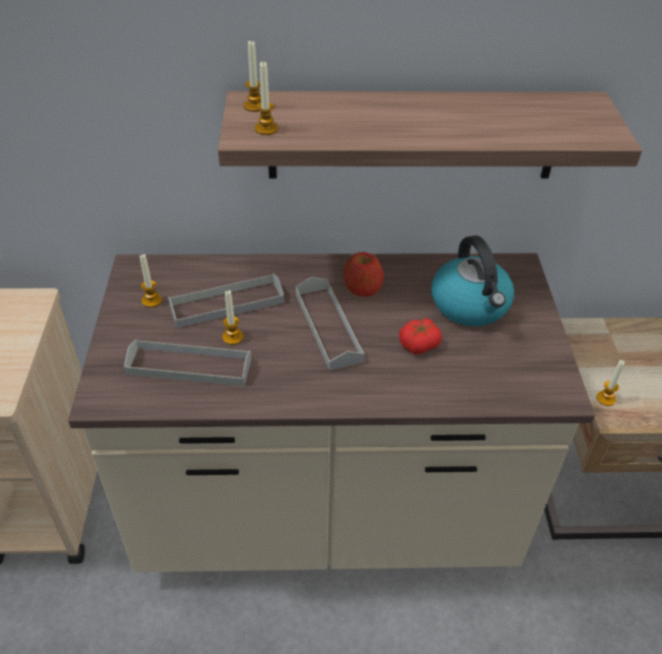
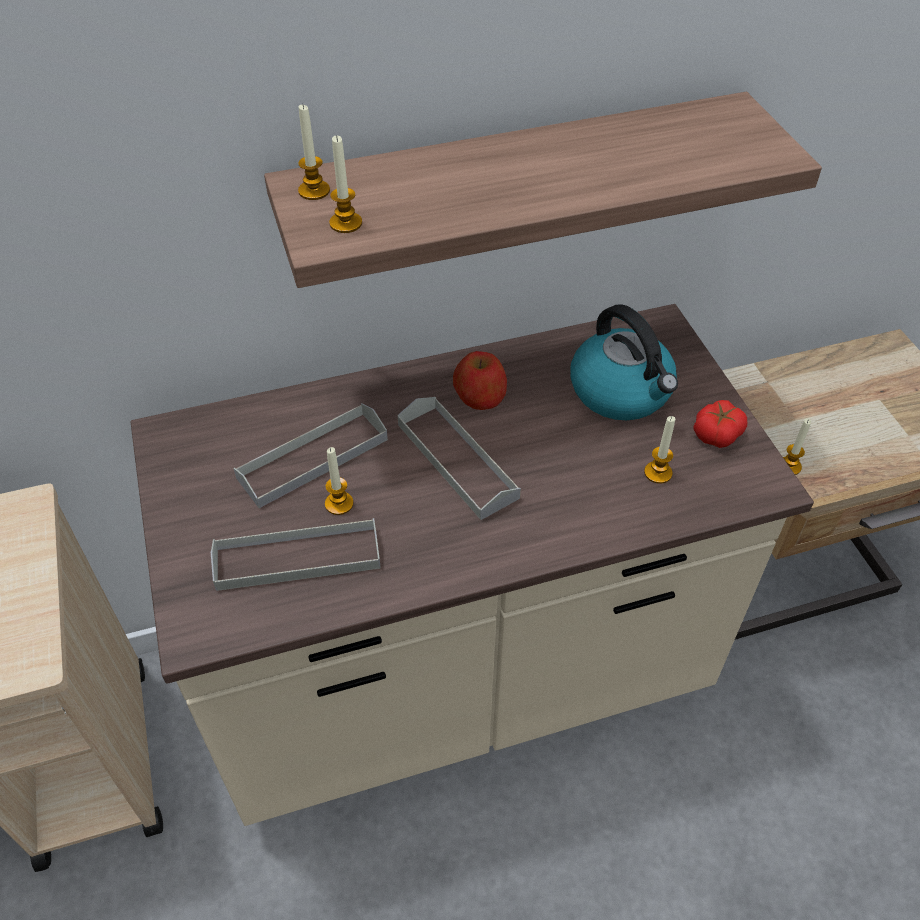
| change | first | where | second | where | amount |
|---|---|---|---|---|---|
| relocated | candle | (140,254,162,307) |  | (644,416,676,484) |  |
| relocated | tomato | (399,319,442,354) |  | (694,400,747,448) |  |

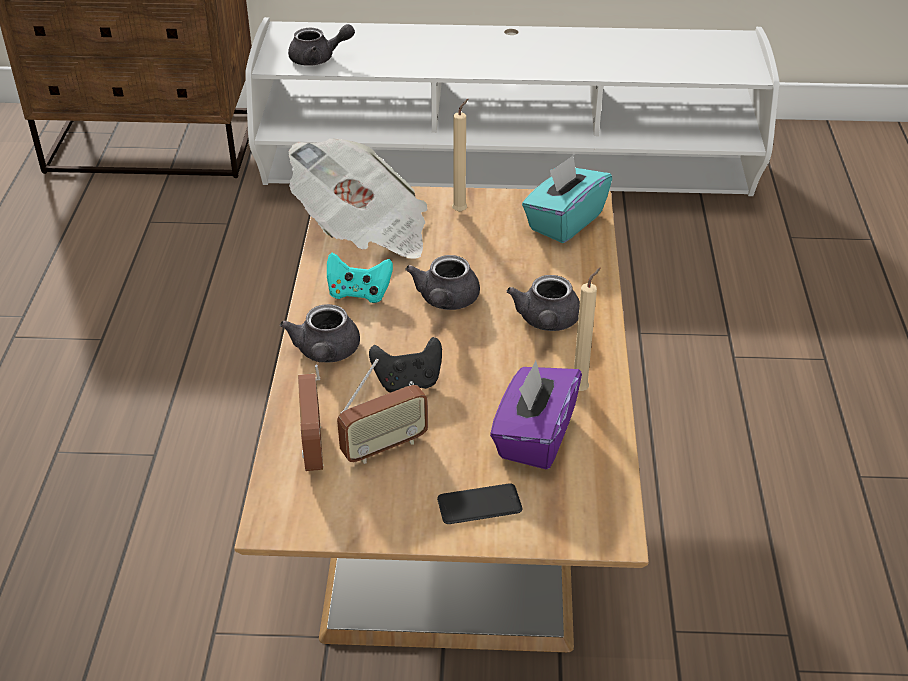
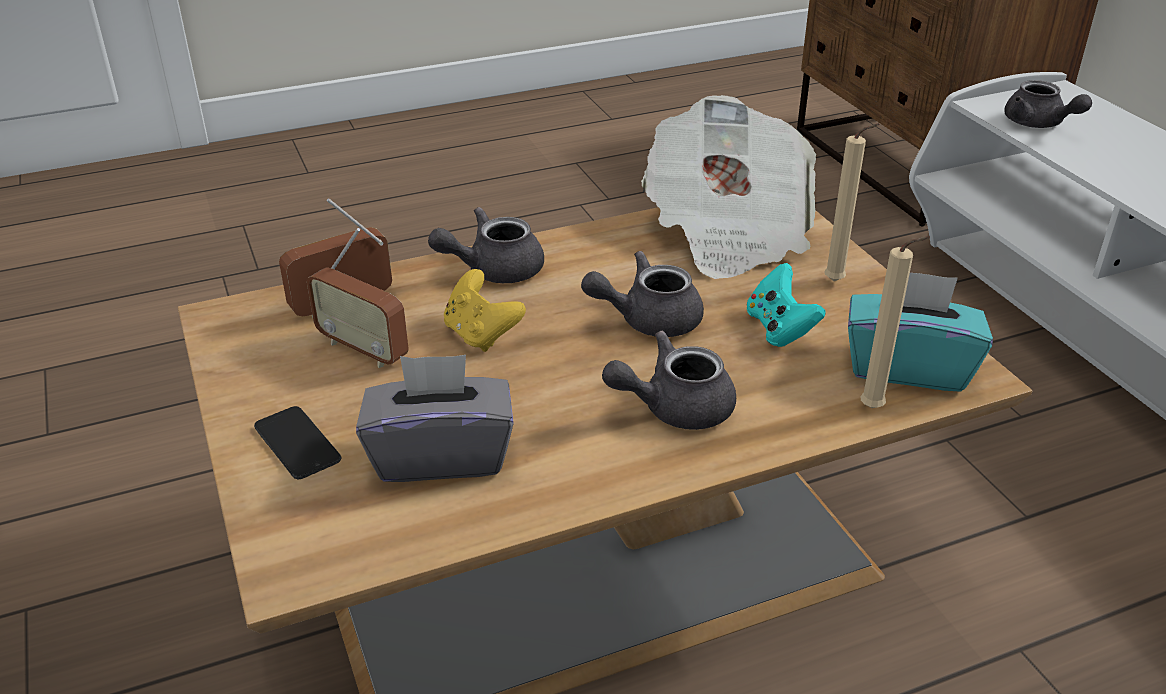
| change | first | where | second | where | amount |
|---|---|---|---|---|---|
| relocated | turquoise game controller | (327,253,393,303) |  | (747,263,826,347) |  |
| relocated | beige candle | (574,268,600,391) |  | (860,236,930,408) |  |
| colour | black game controller | (369,337,442,392) | yellow game controller | (444,269,526,352) |  |
| colour | purple tissue box | (490,360,582,470) | grey tissue box | (356,355,514,482) |  |

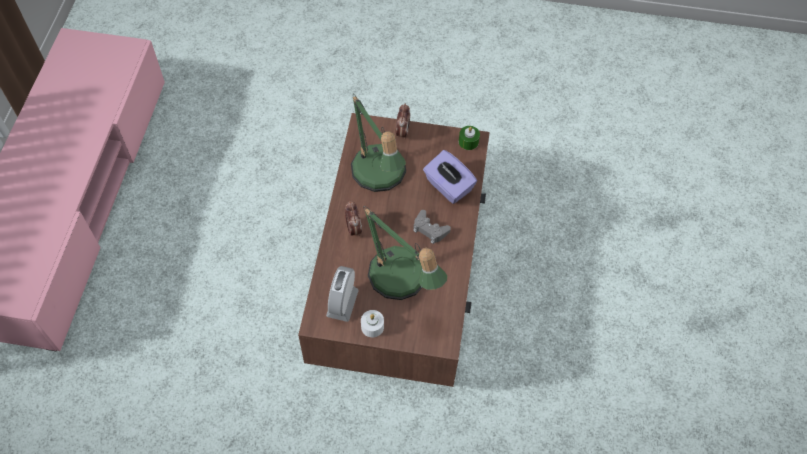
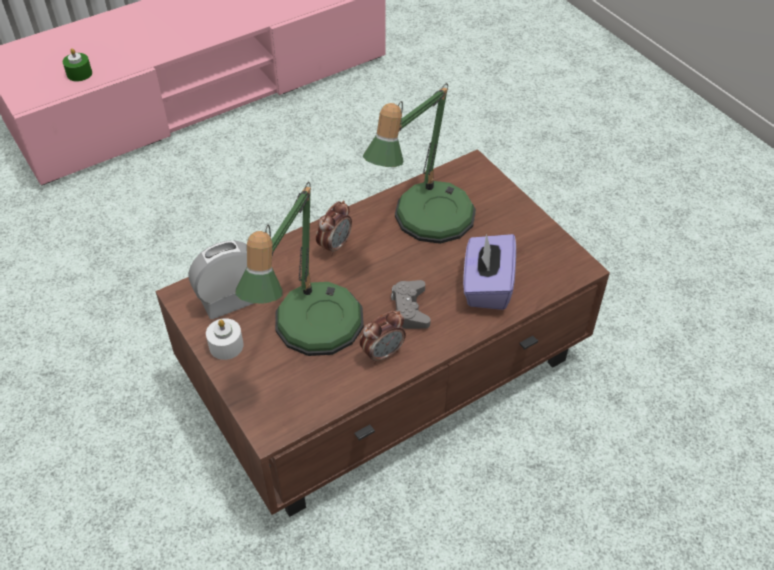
| change | first | where | second | where | amount |
|---|---|---|---|---|---|
| relocated | alarm clock | (396,104,410,139) |  | (360,311,406,364) |  |
| relocated | green candle | (459,126,480,150) |  | (63,48,92,81) |  |

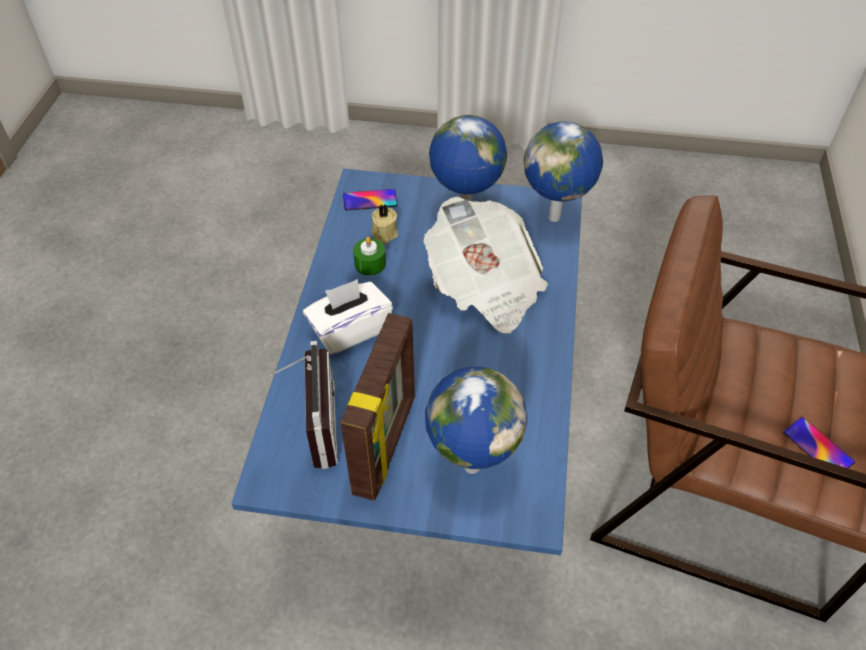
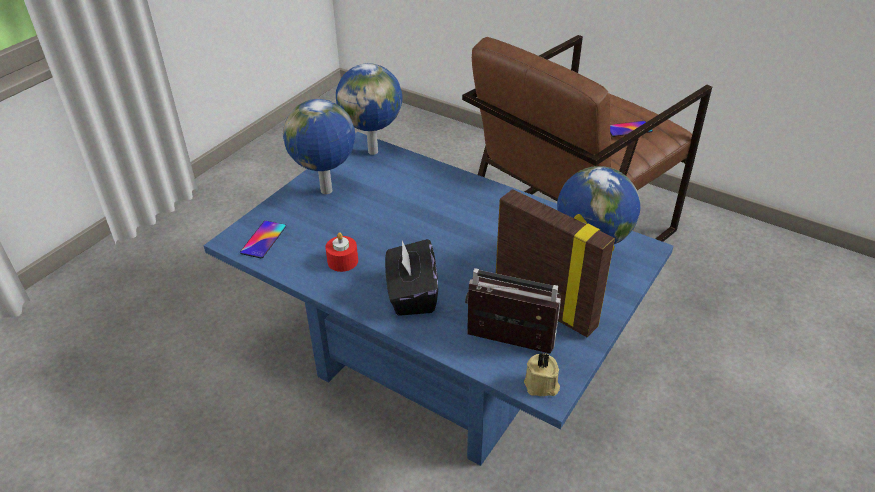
| change | first | where | second | where | amount |
|---|---|---|---|---|---|
| missing | newspaper | (424,196,548,333) |  |  |  |
| relocated | beige candle | (371,205,398,244) |  | (524,353,560,396) |  |
| colour | white tissue box | (303,279,393,355) | black tissue box | (385,239,438,316) |  |
| colour | green candle | (353,237,386,276) | red candle | (325,233,358,272) |  |

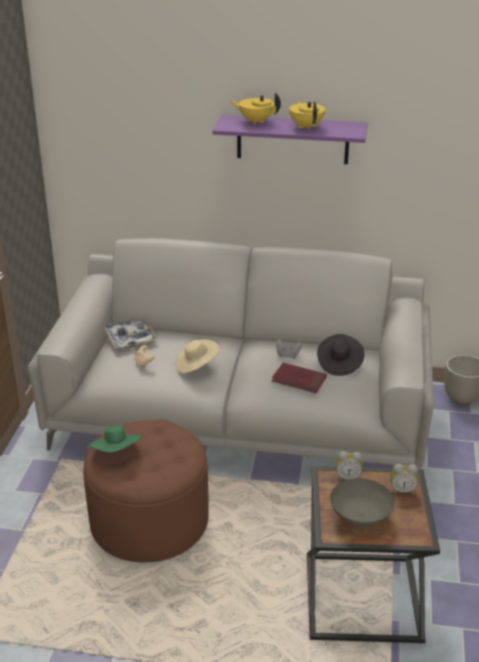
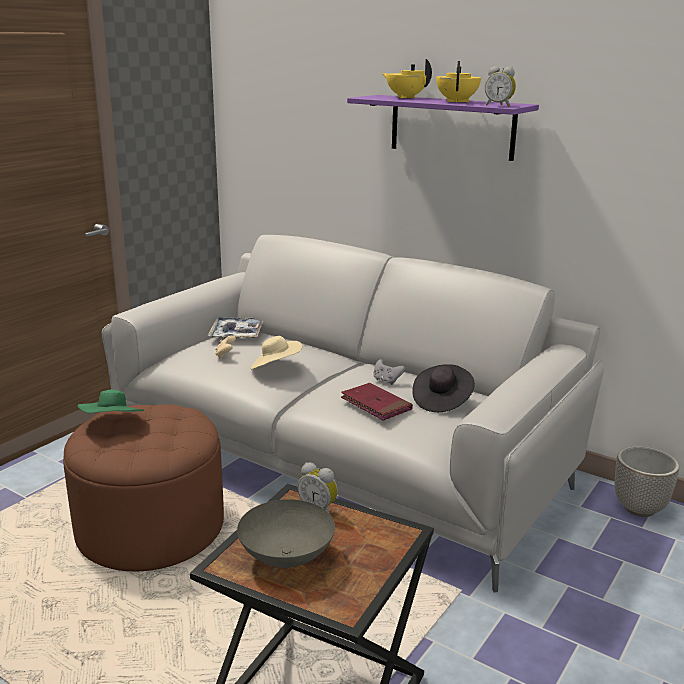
| change | first | where | second | where | amount |
|---|---|---|---|---|---|
| relocated | alarm clock | (390,464,418,494) |  | (485,66,516,107) |  |

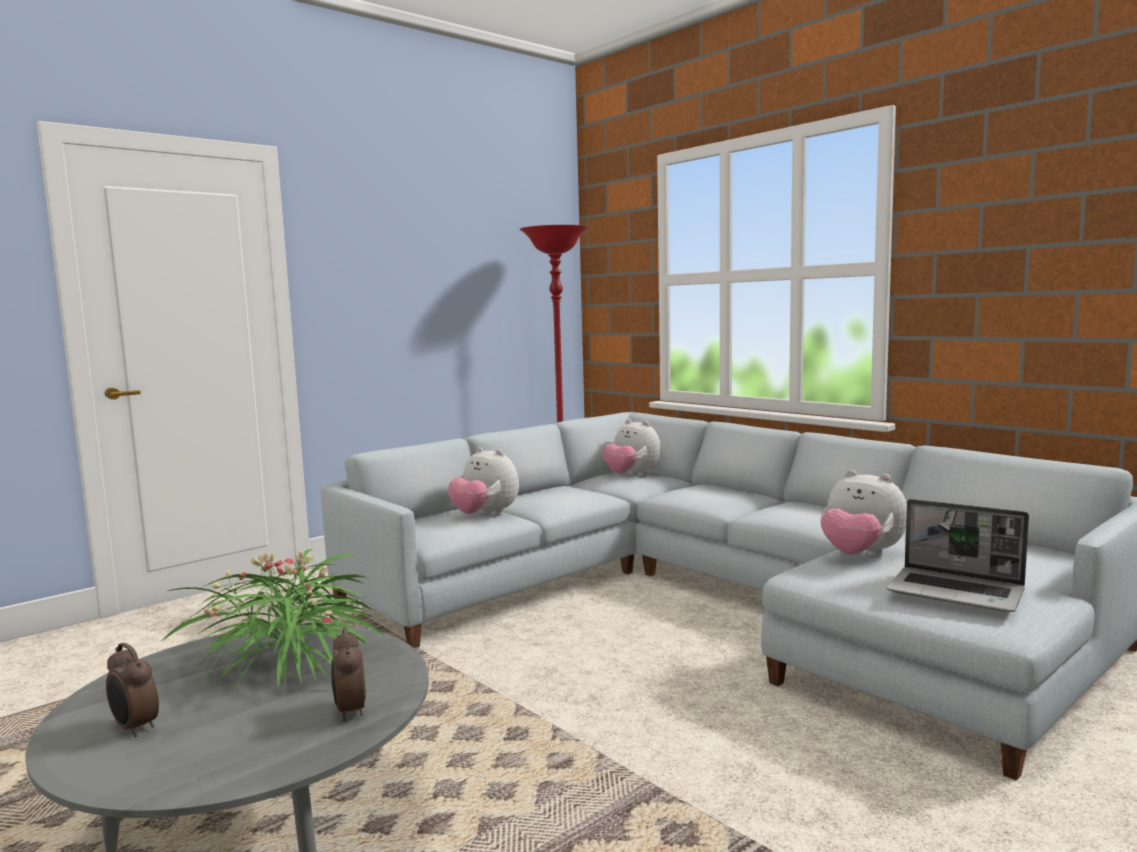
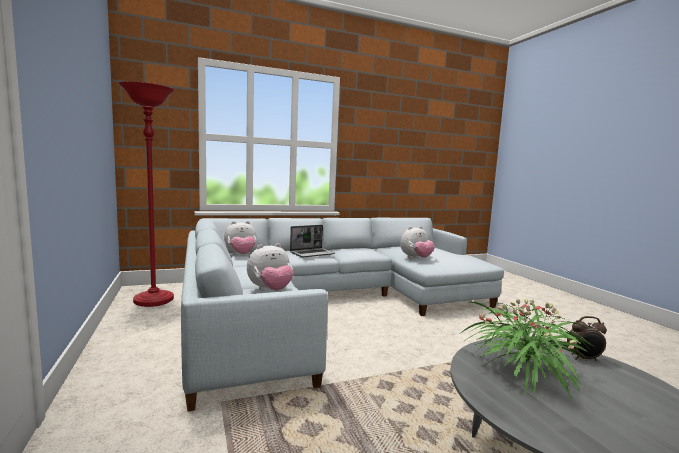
| change | first | where | second | where | amount |
|---|---|---|---|---|---|
| missing | alarm clock | (106,643,159,737) |  |  |  |
| relocated | laptop | (887,499,1029,612) |  | (290,225,335,258) |  |

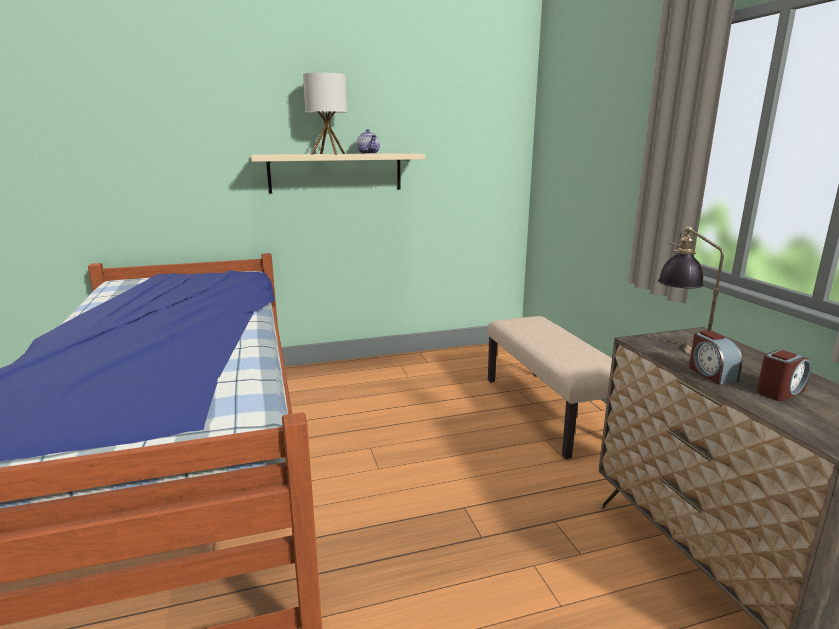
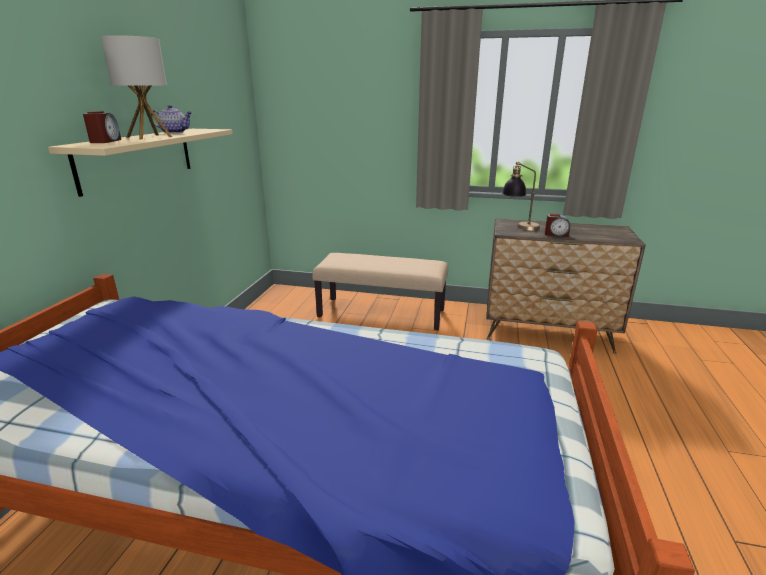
| change | first | where | second | where | amount |
|---|---|---|---|---|---|
| relocated | alarm clock | (757,349,811,401) |  | (83,111,121,143) |  |

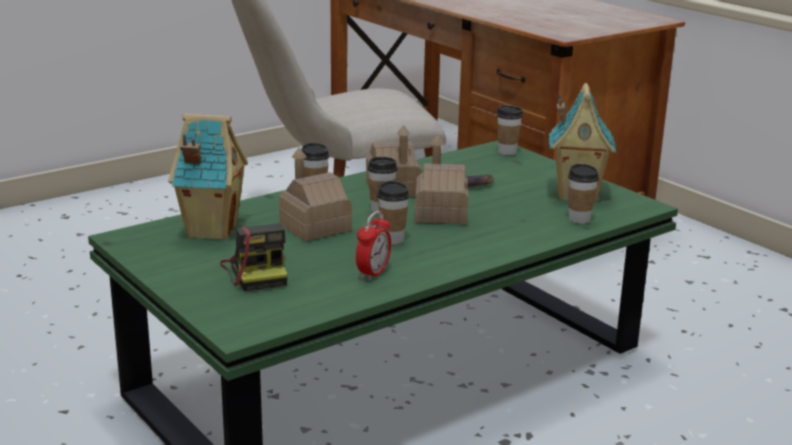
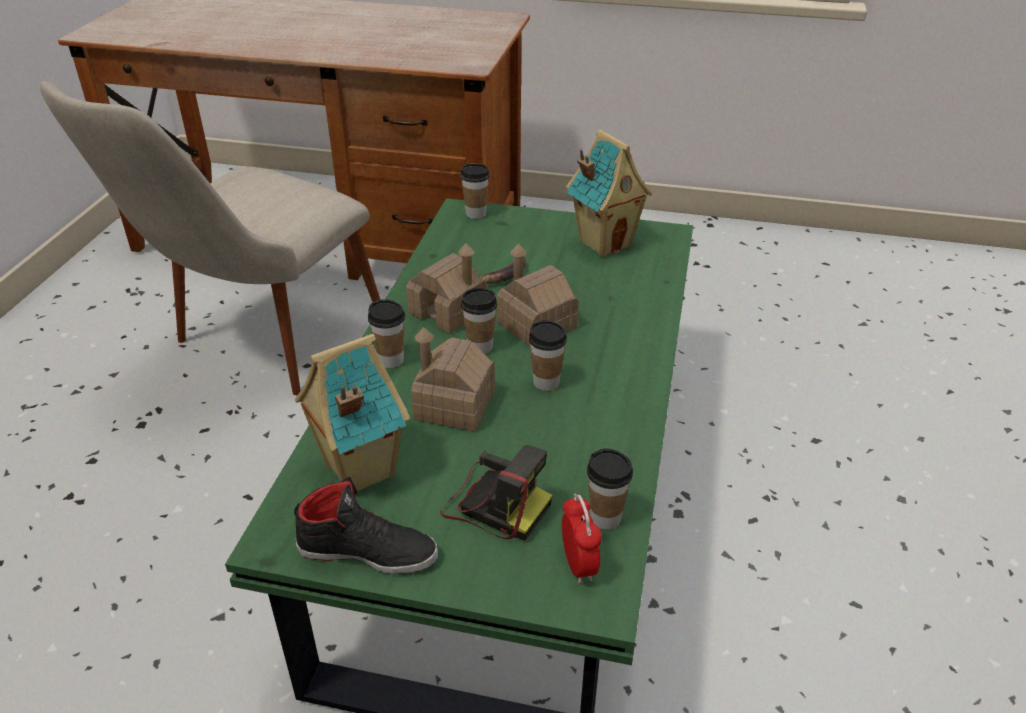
| change | first | where | second | where | amount |
|---|---|---|---|---|---|
| appeared |  |  | black shoe | (294,477,438,574) |  |
| relocated | alarm clock | (356,211,391,281) |  | (562,494,602,584) |  |
| relocated | cup | (568,164,599,224) |  | (587,448,633,530) |  |

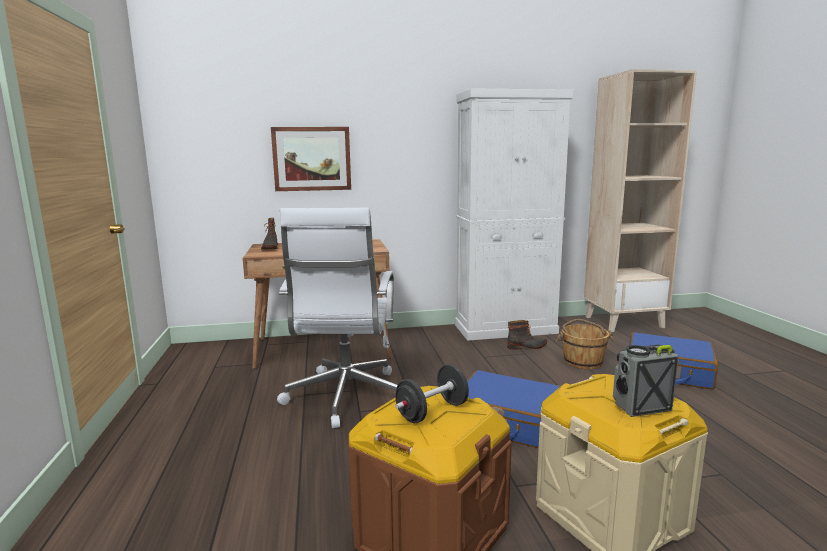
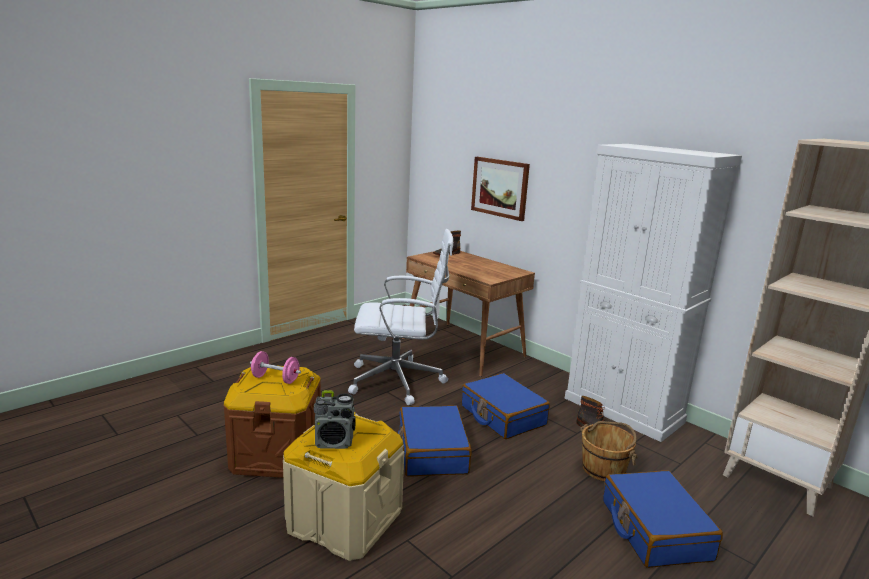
| change | first | where | second | where | amount |
|---|---|---|---|---|---|
| appeared |  |  | blue suitcase | (462,373,550,439) |  |
| colour | black dumbbell | (395,364,469,424) | pink dumbbell | (250,351,301,384) |  |
| spun | white office chair | (277,208,397,428) |  | (348,229,453,405) | 150 degrees counterclockwise |
| spun | radio | (613,345,679,417) |  | (314,390,356,449) | 135 degrees clockwise |

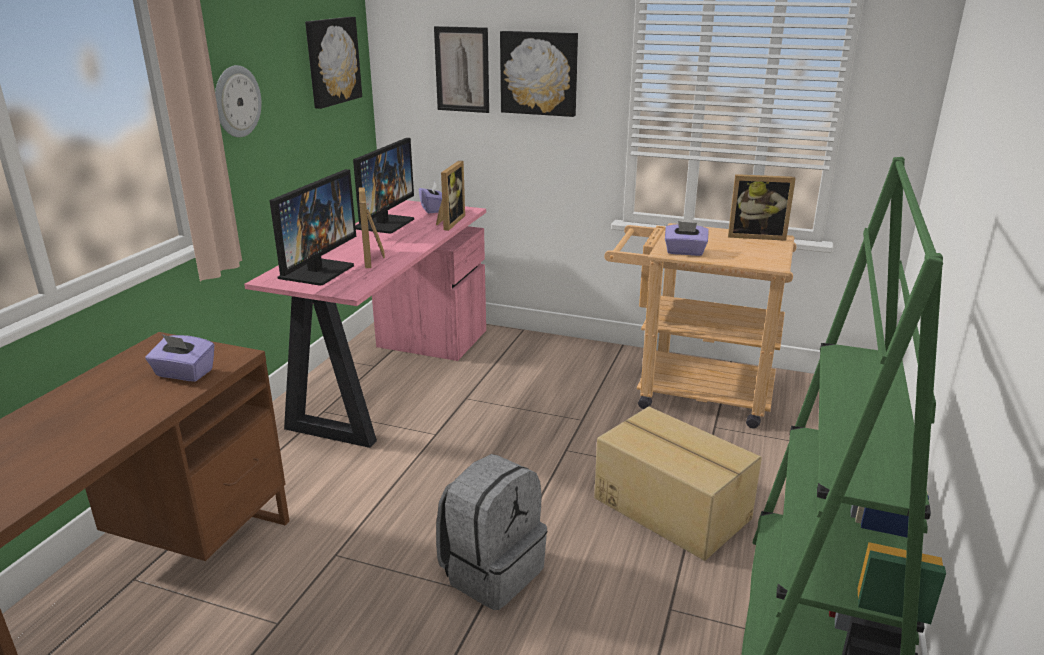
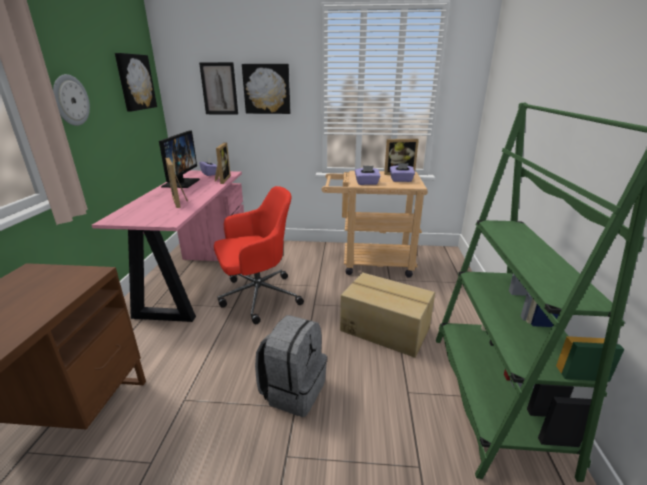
| change | first | where | second | where | amount |
|---|---|---|---|---|---|
| missing | monitor | (269,169,356,286) |  |  |  |
| appeared |  |  | red office chair | (214,186,304,324) |  |
| relocated | purple tissue box | (145,334,214,382) |  | (390,163,415,182) |  |

